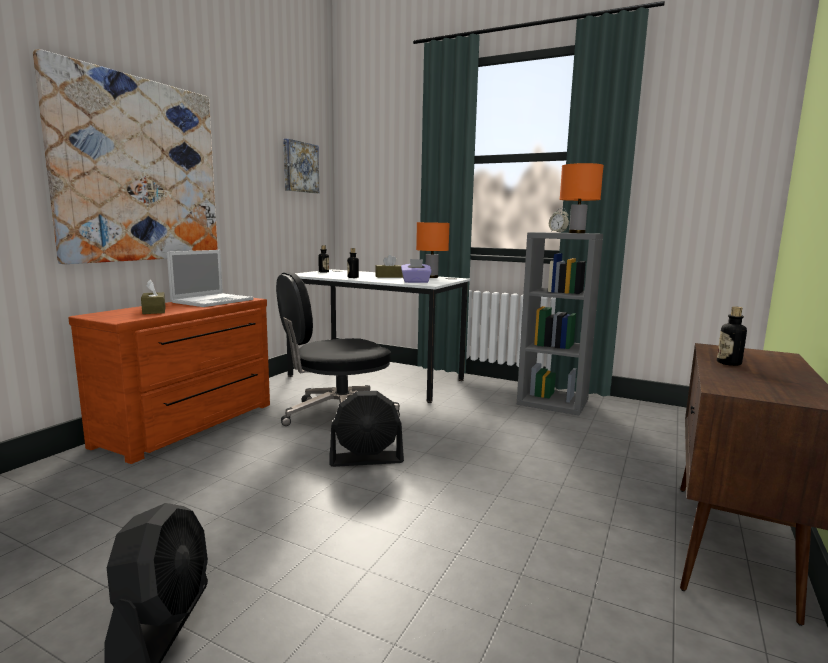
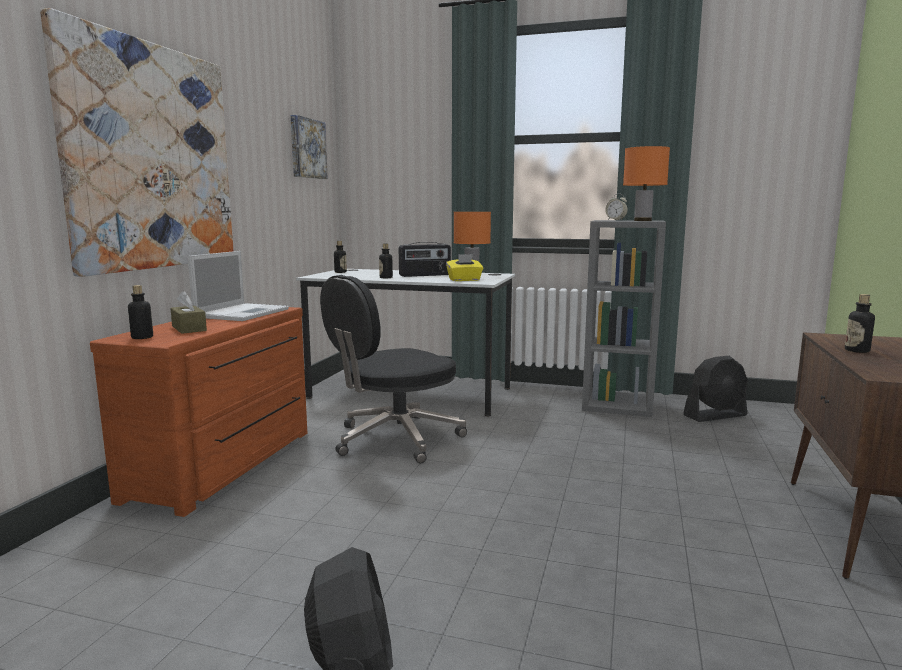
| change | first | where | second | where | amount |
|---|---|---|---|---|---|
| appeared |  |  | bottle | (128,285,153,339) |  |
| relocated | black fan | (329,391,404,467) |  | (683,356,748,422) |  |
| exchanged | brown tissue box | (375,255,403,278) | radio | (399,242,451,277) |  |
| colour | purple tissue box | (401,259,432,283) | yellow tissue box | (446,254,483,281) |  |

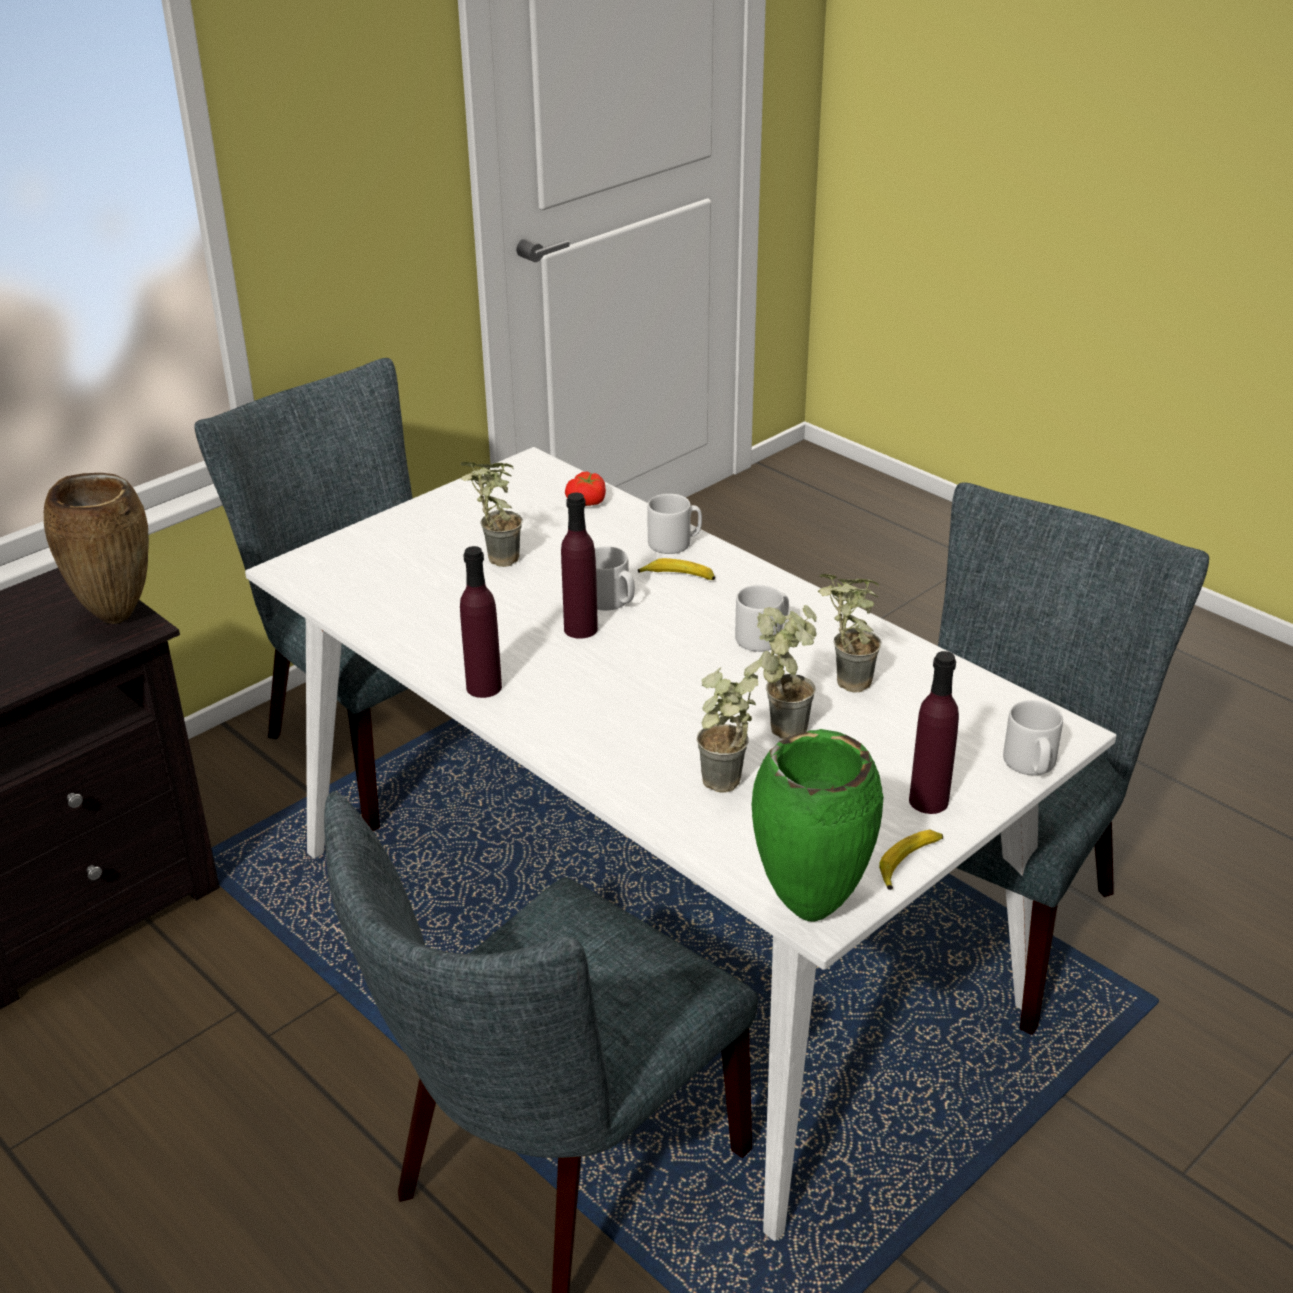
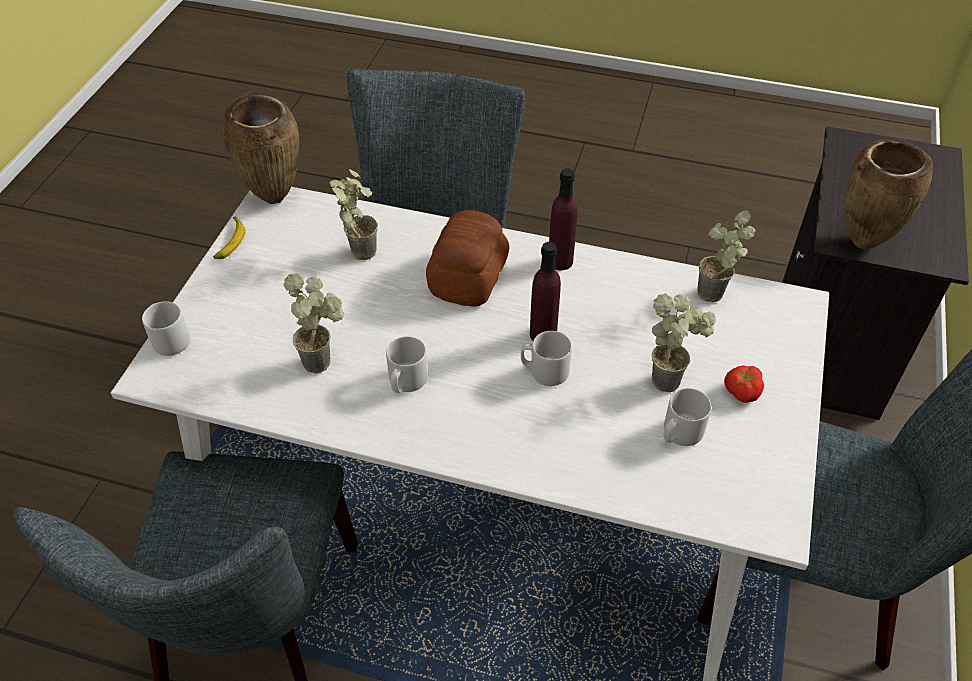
| change | first | where | second | where | amount |
|---|---|---|---|---|---|
| missing | banana | (638,558,715,580) |  |  |  |
| missing | purple bottle | (909,651,959,814) |  |  |  |
| appeared |  |  | bread | (426,210,509,307) |  |
| relocated | tomato | (565,472,606,506) |  | (724,365,764,403) |  |
| relocated | grey mug | (647,494,702,554) |  | (663,388,711,446) |  |
| relocated | potted plant | (757,605,816,739) |  | (698,210,755,303) |  |
| colour | green vase | (752,729,884,922) | brown vase | (222,92,299,204) |  |

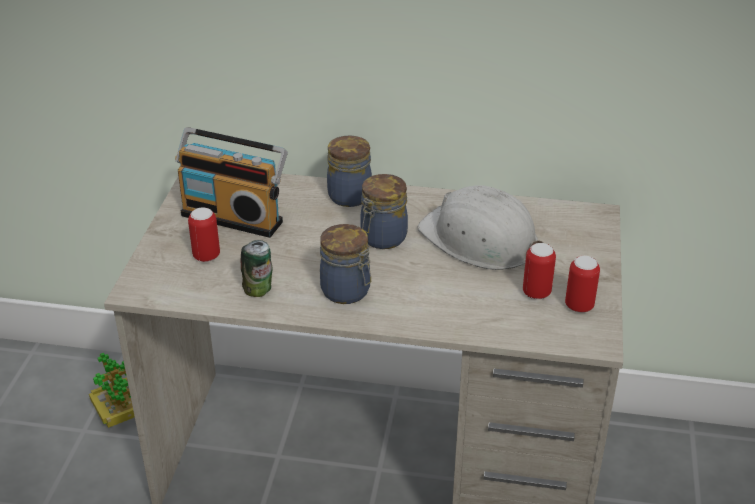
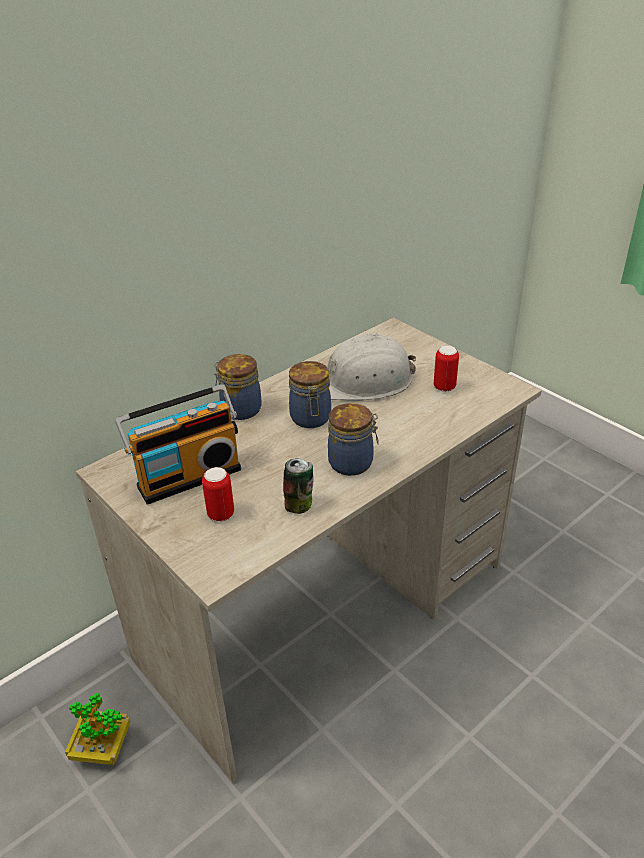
| change | first | where | second | where | amount |
|---|---|---|---|---|---|
| missing | can | (565,256,600,313) |  |  |  |

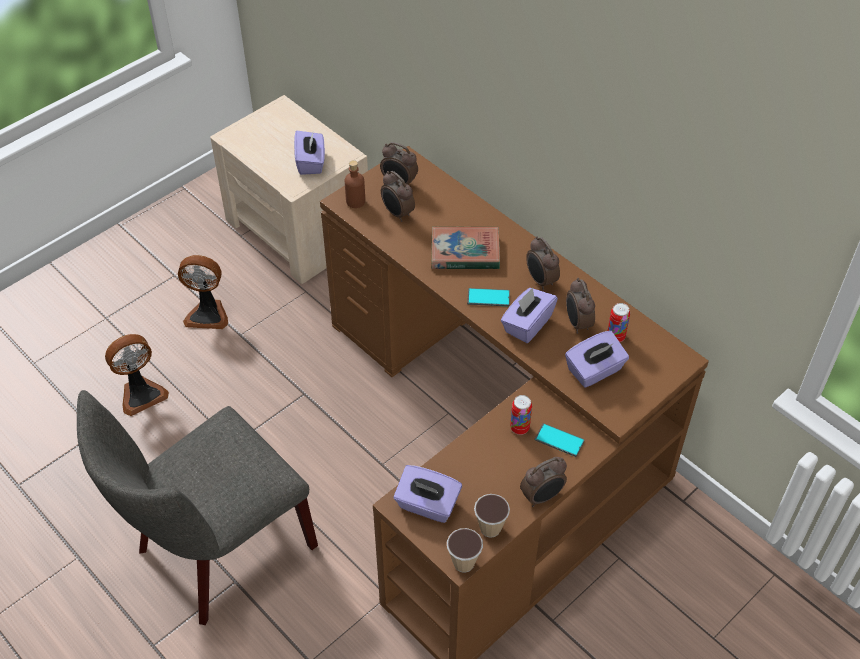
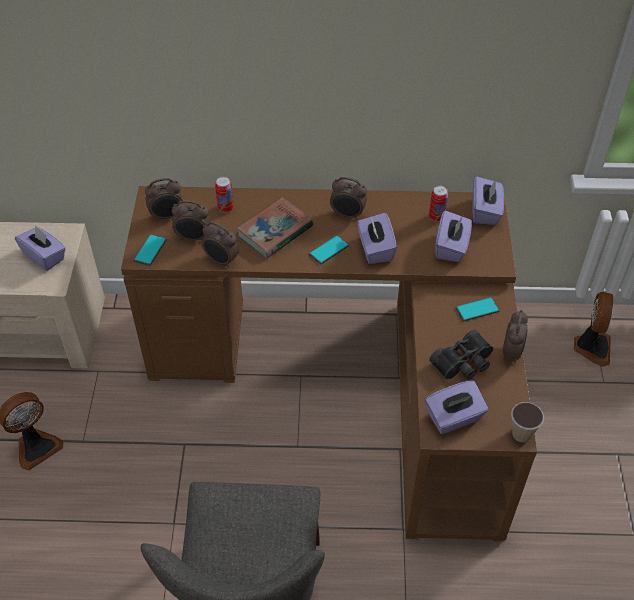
| change | first | where | second | where | amount |
|---|---|---|---|---|---|
| missing | cup | (474,494,510,538) |  |  |  |
| appeared |  |  | black binoculars | (429,330,493,380) |  |
| appeared |  |  | purple tissue box | (472,176,504,225) |  |
| relocated | fan | (105,334,169,416) |  | (574,292,613,366) |  |
| relocated | can | (510,395,532,435) |  | (215,177,234,213) |  |
| relocated | alarm clock | (566,278,595,334) |  | (201,222,240,268) |  |
| exchanged | brown bottle | (345,160,365,208) | phone | (134,234,167,266) |  |

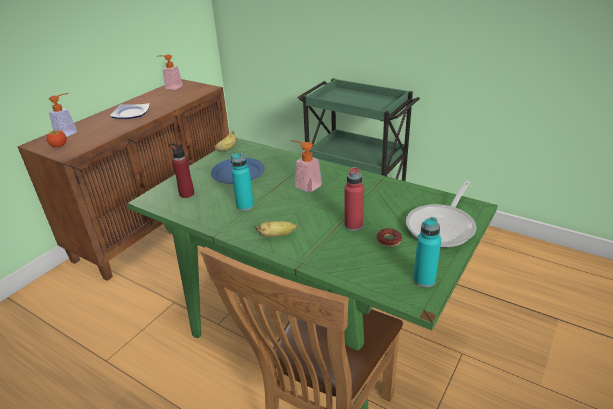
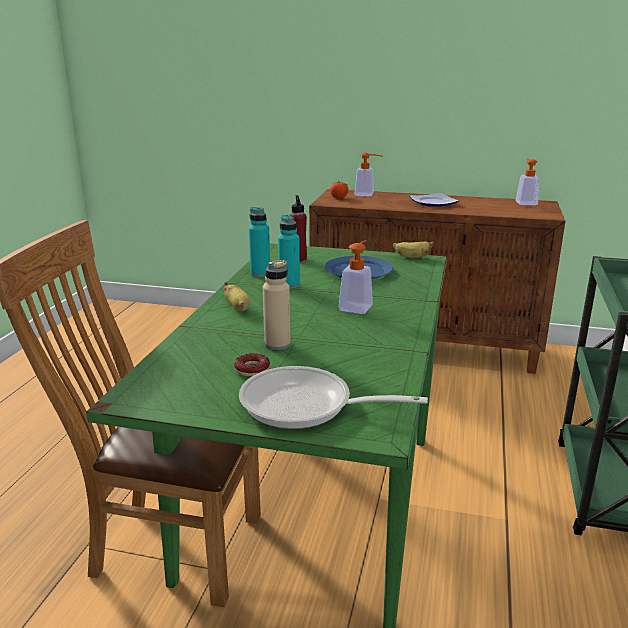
| change | first | where | second | where | amount |
|---|---|---|---|---|---|
| relocated | turquoise bottle | (413,217,441,287) |  | (249,207,270,277) |  |
| colour | red bottle | (344,167,364,231) | beige bottle | (263,260,290,350) |  |

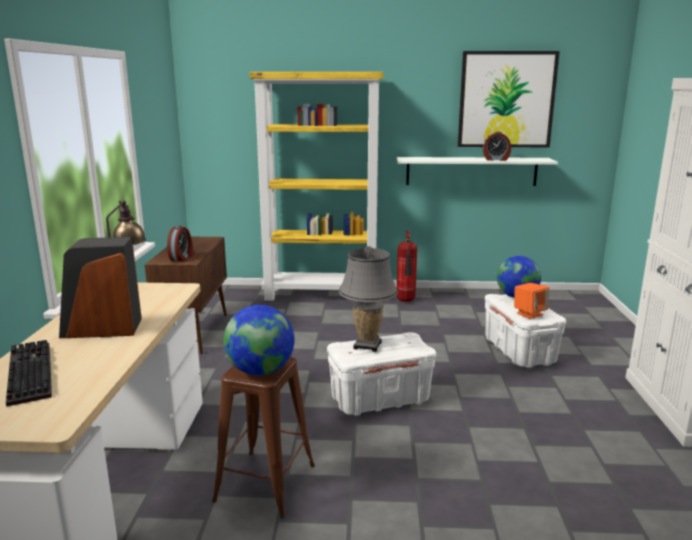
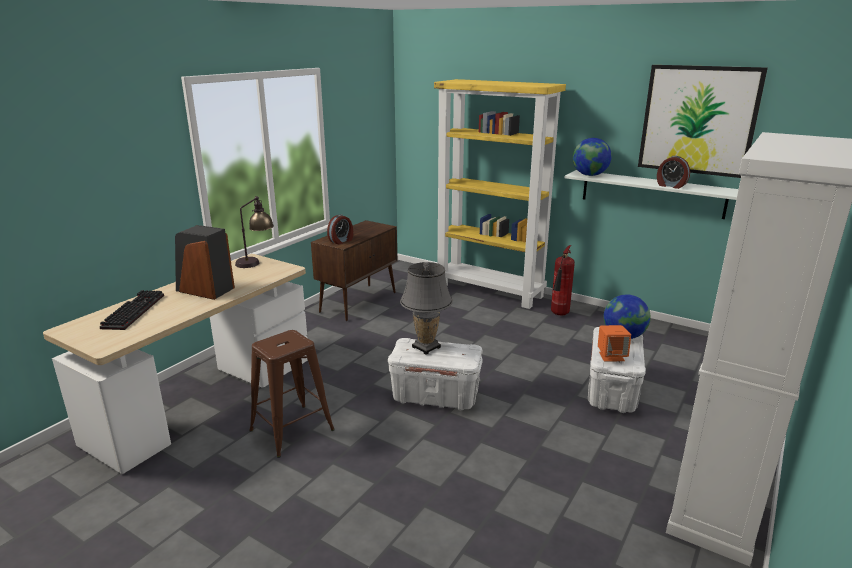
| change | first | where | second | where | amount |
|---|---|---|---|---|---|
| relocated | globe | (224,305,295,375) |  | (573,138,612,176) |  |

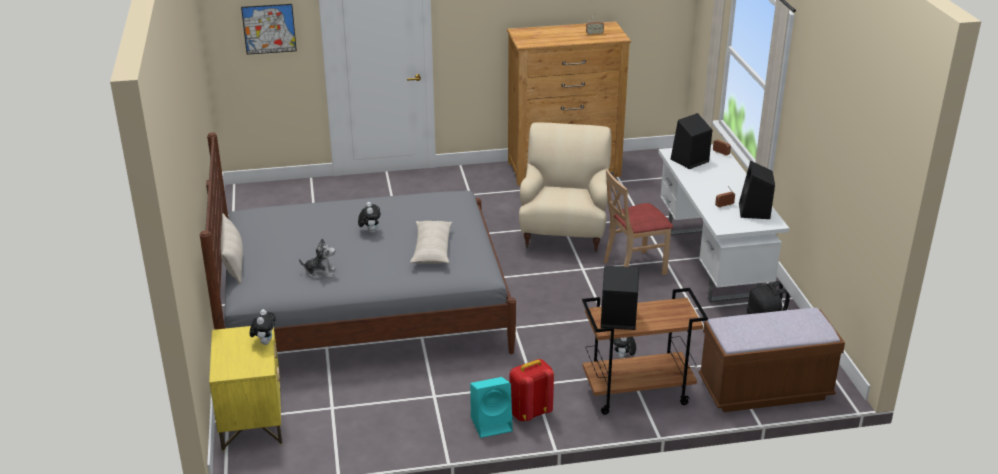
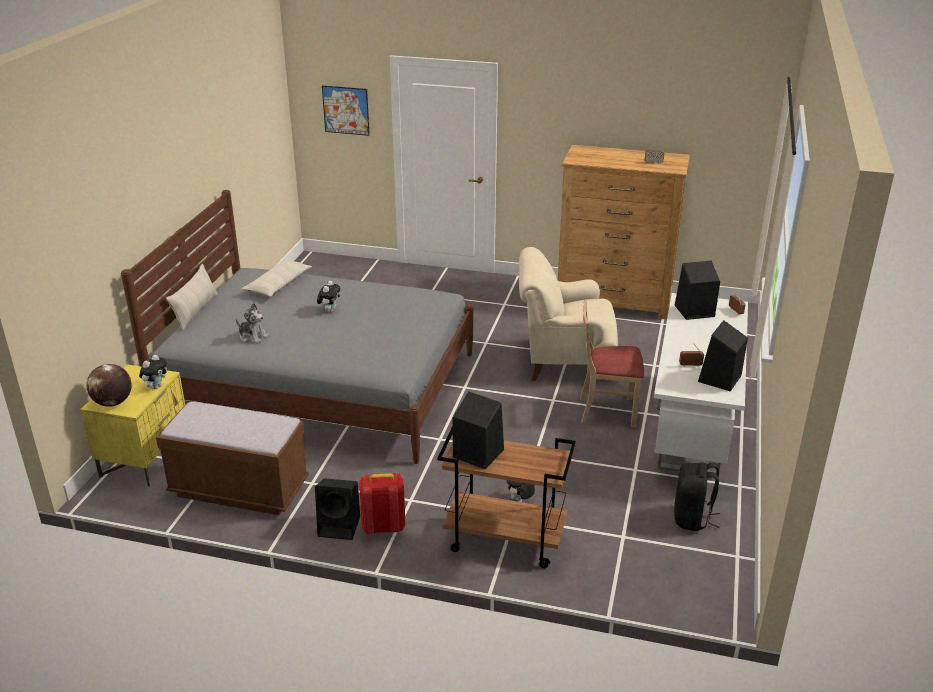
| change | first | where | second | where | amount |
|---|---|---|---|---|---|
| appeared |  |  | globe | (86,364,132,407) |  |
| relocated | beige pillow | (410,221,452,264) |  | (242,259,312,297) |  |
| relocated | brown bench | (699,308,845,412) |  | (156,402,309,515) |  |
| colour | turquoise speaker | (470,377,513,438) | black speaker | (315,478,360,540) |  |
| spun | beige armchair | (519,123,611,253) |  | (519,247,618,382) | 120 degrees counterclockwise |

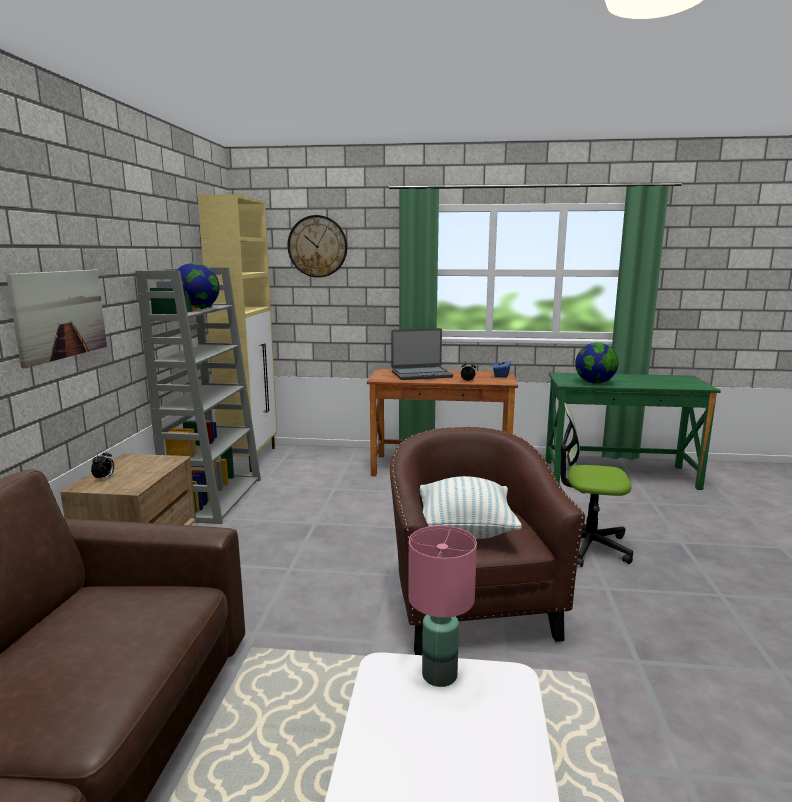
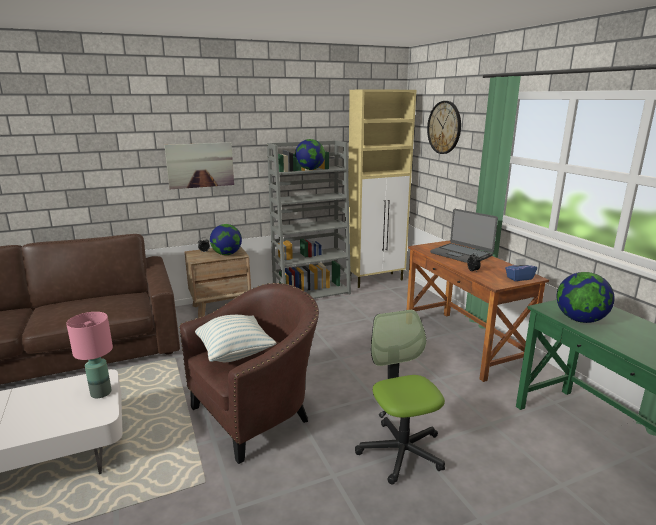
| change | first | where | second | where | amount |
|---|---|---|---|---|---|
| appeared |  |  | globe | (210,224,242,255) |  |

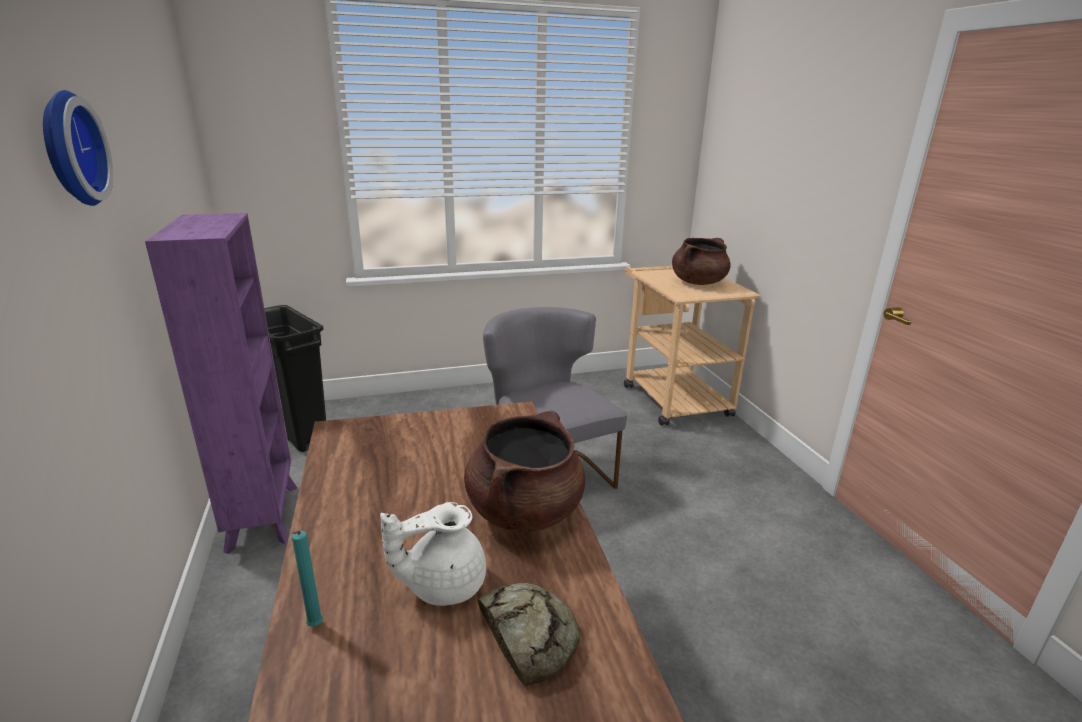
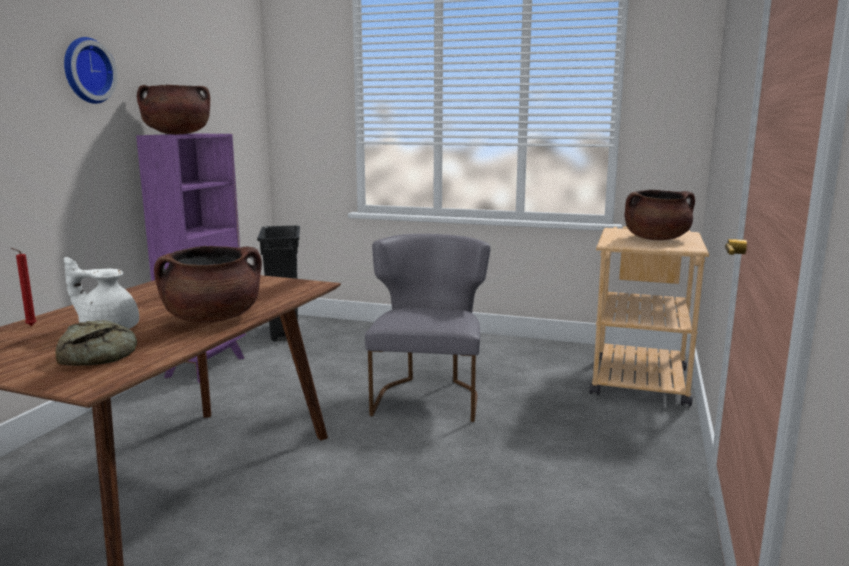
| change | first | where | second | where | amount |
|---|---|---|---|---|---|
| appeared |  |  | brown cooking pot | (137,85,210,134) |  |
| colour | turquoise candle | (292,531,323,627) | red candle | (11,248,36,326) |  |

